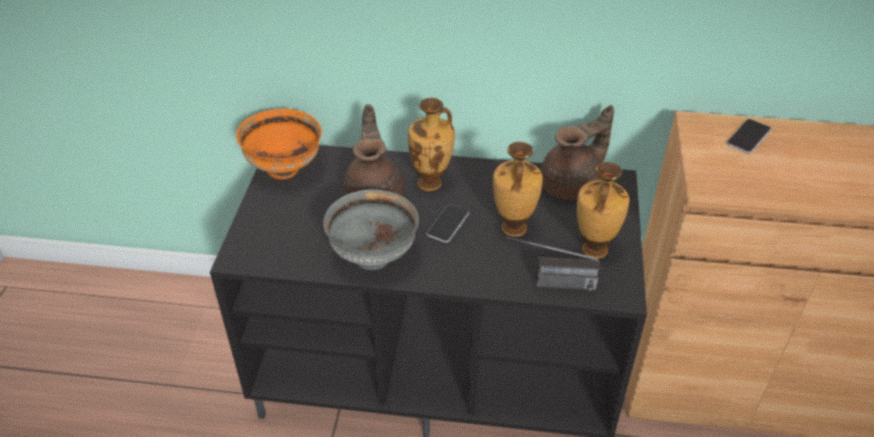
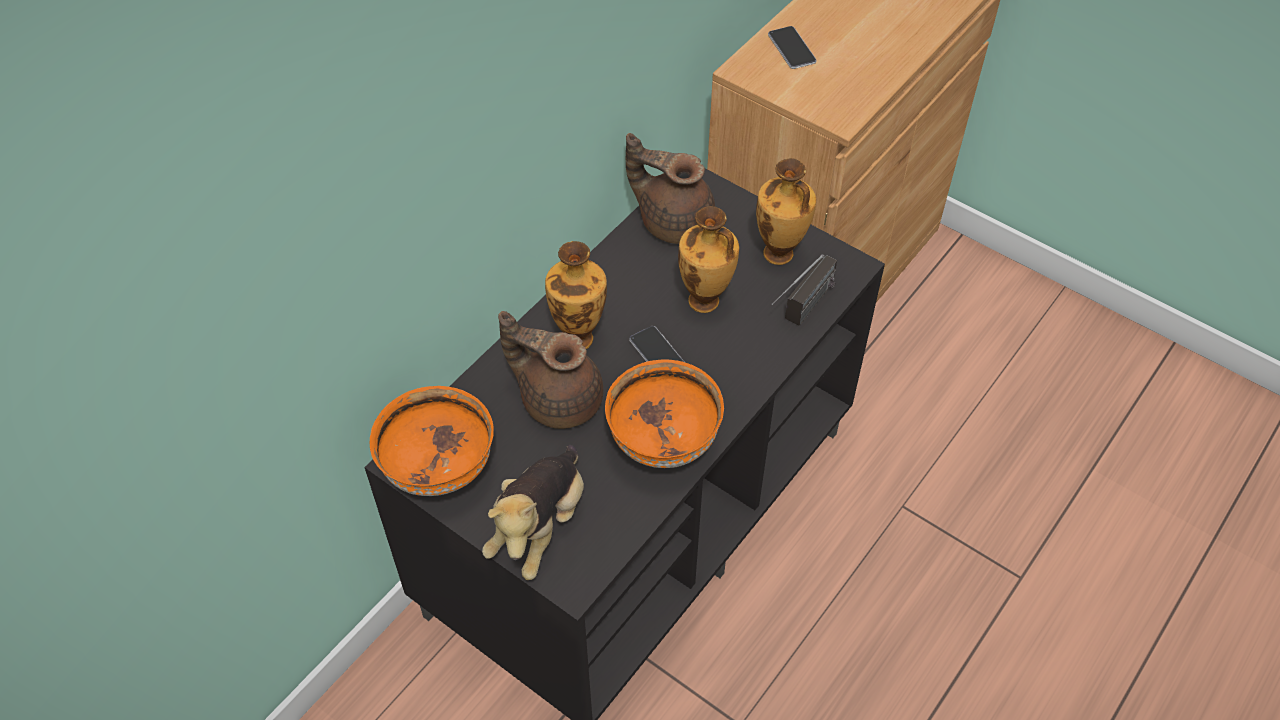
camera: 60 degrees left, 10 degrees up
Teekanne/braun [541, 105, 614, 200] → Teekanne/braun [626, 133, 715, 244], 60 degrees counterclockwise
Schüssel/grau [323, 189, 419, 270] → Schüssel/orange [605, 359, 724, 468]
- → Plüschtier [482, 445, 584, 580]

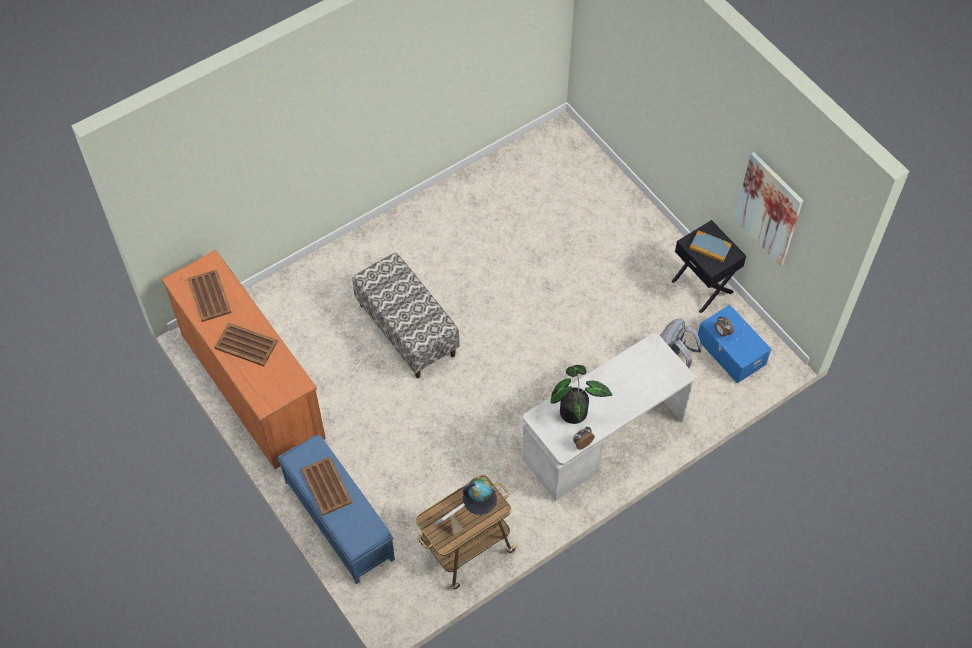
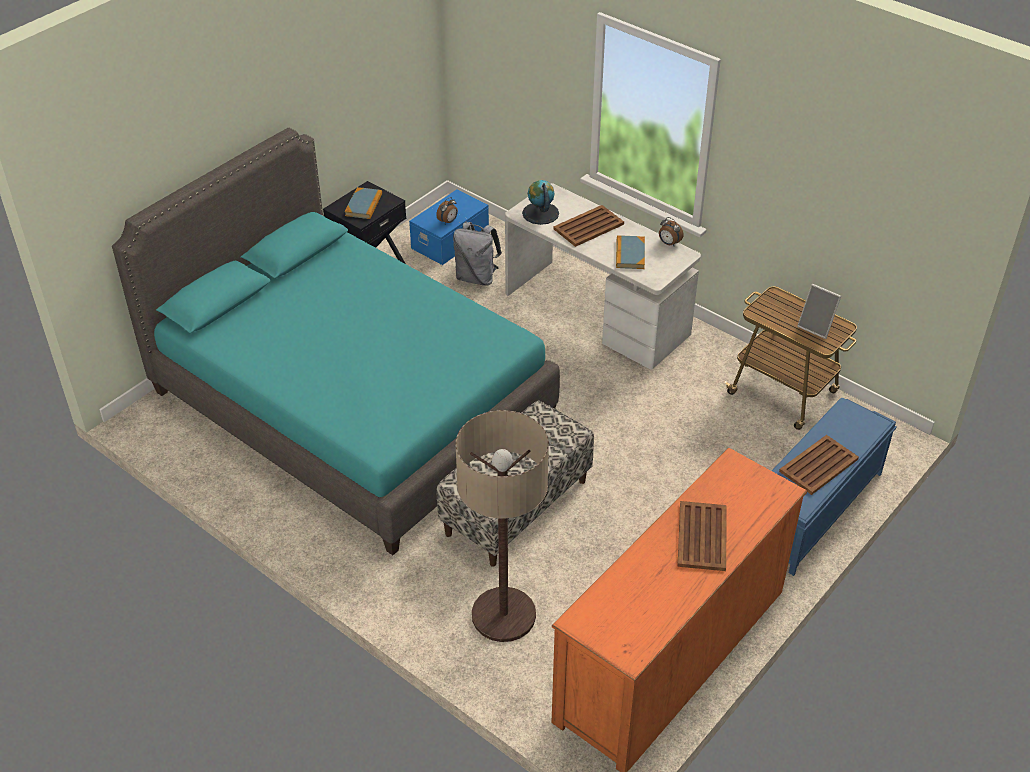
camera: 105 degrees left, 15 degrees down
Bild [734, 152, 803, 266] → -
Tablett/braun [187, 269, 232, 322] → Tablett/braun [553, 205, 624, 247], relocated
Topfpflanze [551, 365, 612, 424] → Buch [616, 235, 645, 269]
Globus [463, 477, 497, 515] → Globus [522, 180, 559, 225], relocated
- → Bett/türkis [112, 128, 560, 555]
- → Stehlampe [456, 410, 549, 642]

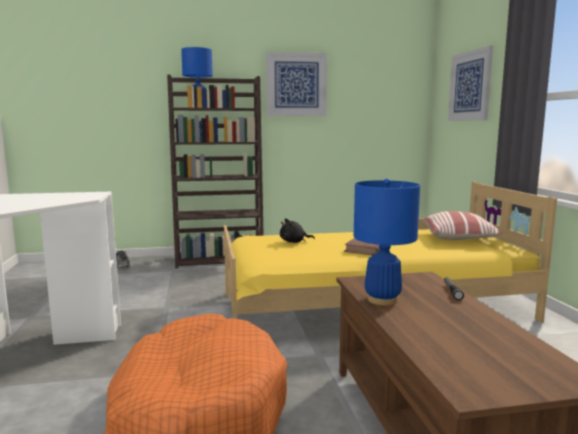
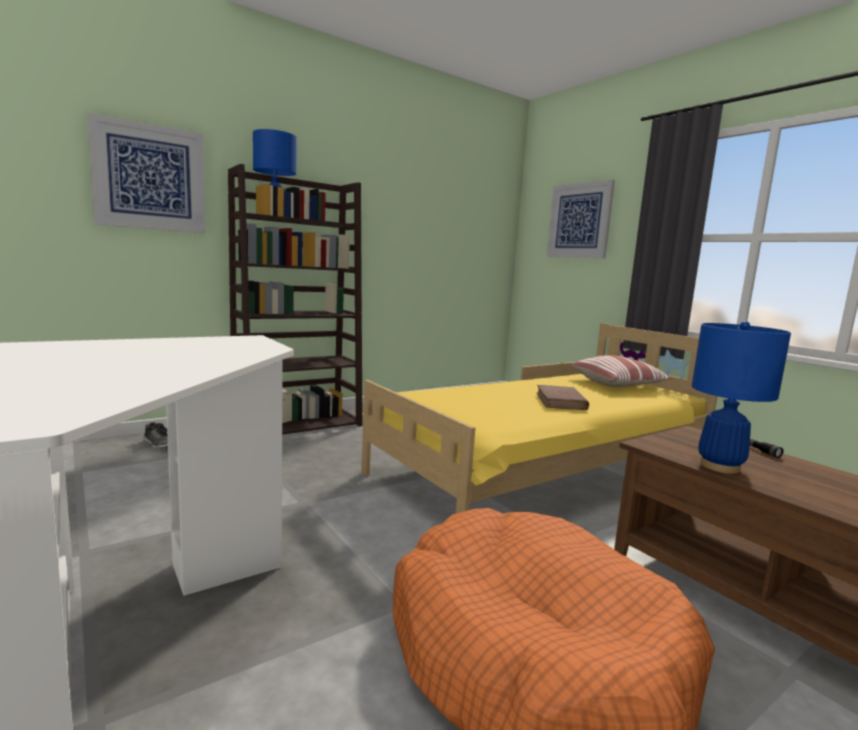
camera: 25 degrees left, 0 degrees up
Bild [266, 51, 327, 116] → Bild [87, 113, 205, 233], relocated
Plüschtier/schwarz [280, 218, 315, 243] → -

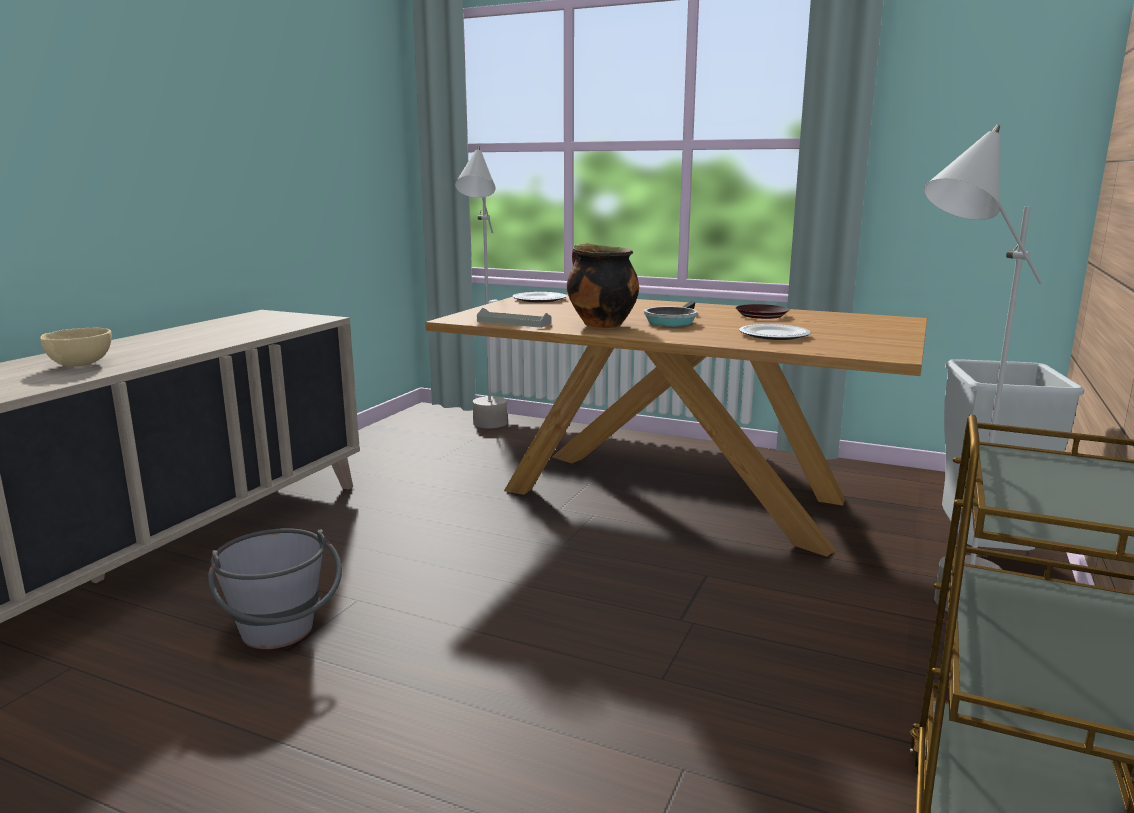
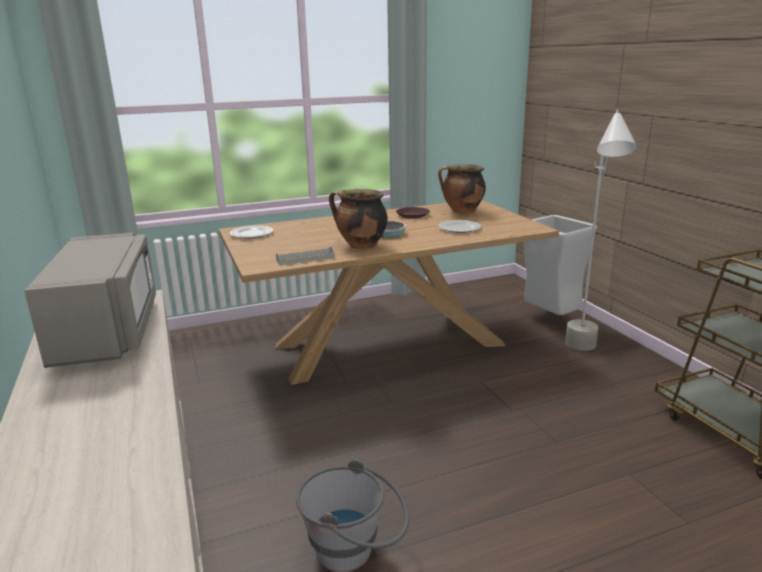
camera: 45 degrees left, 5 degrees up
Stehlampe/grau [455, 146, 507, 428] → -
Schüssel/beige [40, 328, 112, 367] → -
- → Kochtopf [438, 164, 486, 213]
- → Mikrowelle/grau [24, 233, 156, 368]

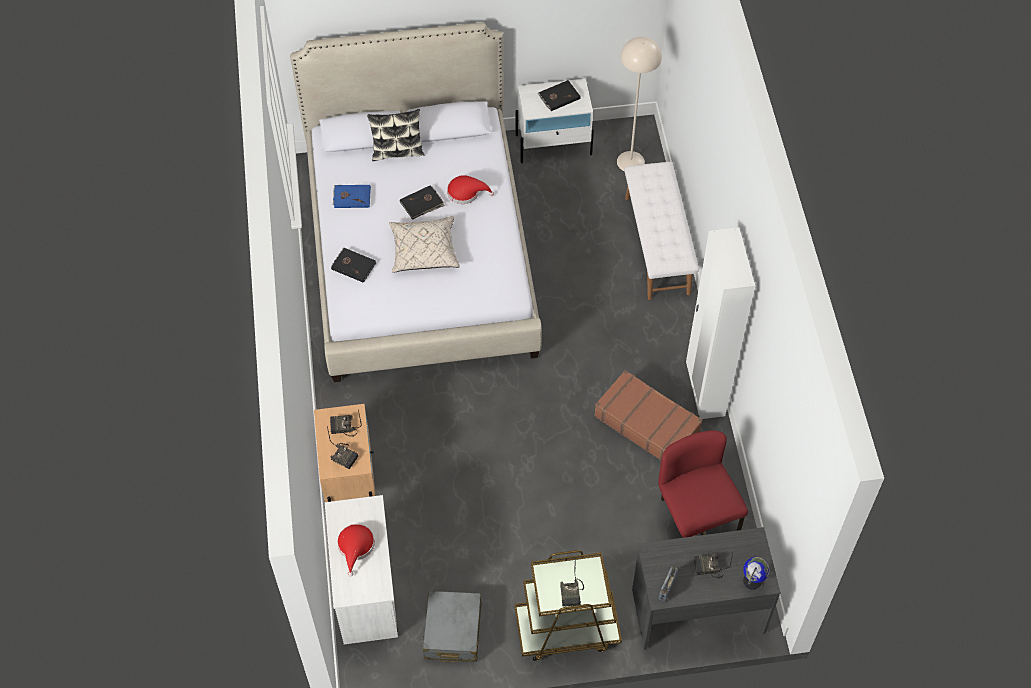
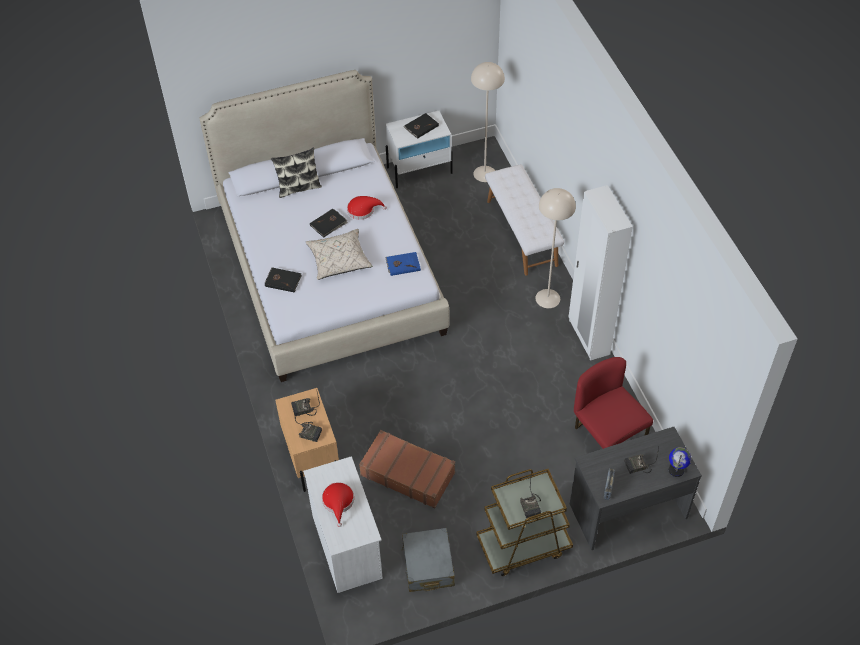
camera: 10 degrees left, 5 degrees down
Buch/blau [333, 185, 371, 208] → Buch/blau [385, 252, 421, 276], relocated
Koffer/braun [594, 370, 703, 461] → Koffer/braun [359, 430, 455, 508], relocated
- → Stehlampe/beige [535, 188, 576, 308]

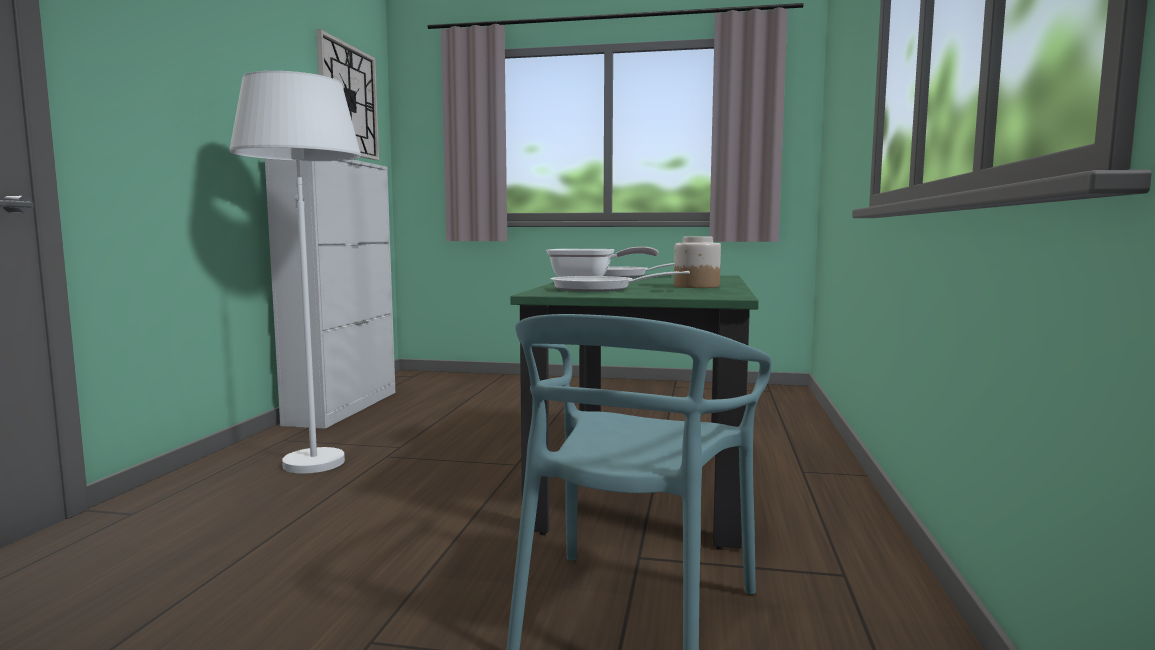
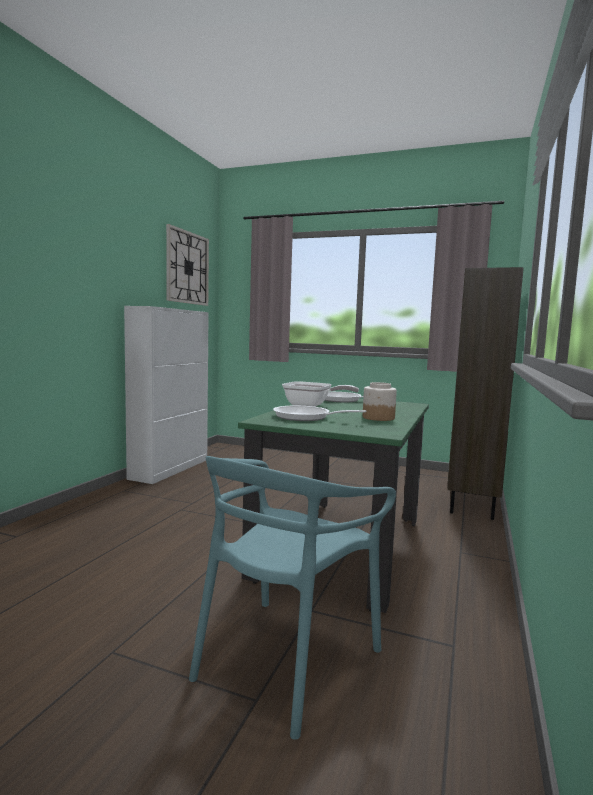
camera: 10 degrees right, 0 degrees up
Stehlampe/weiß [230, 71, 361, 474] → -
- → Bücherregal/braun [447, 267, 524, 520]

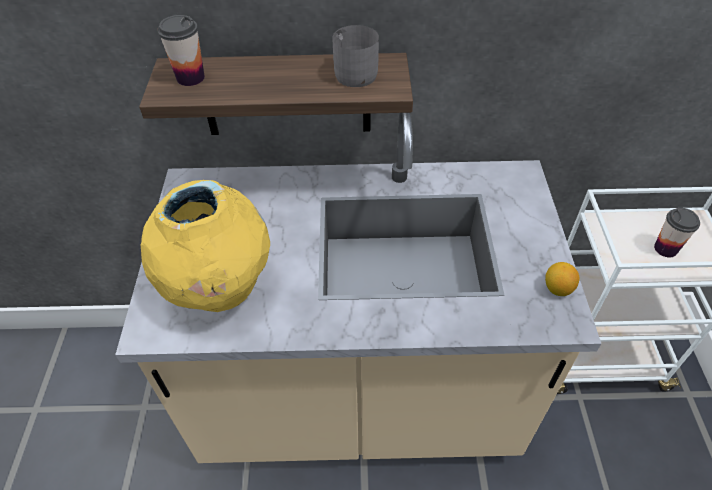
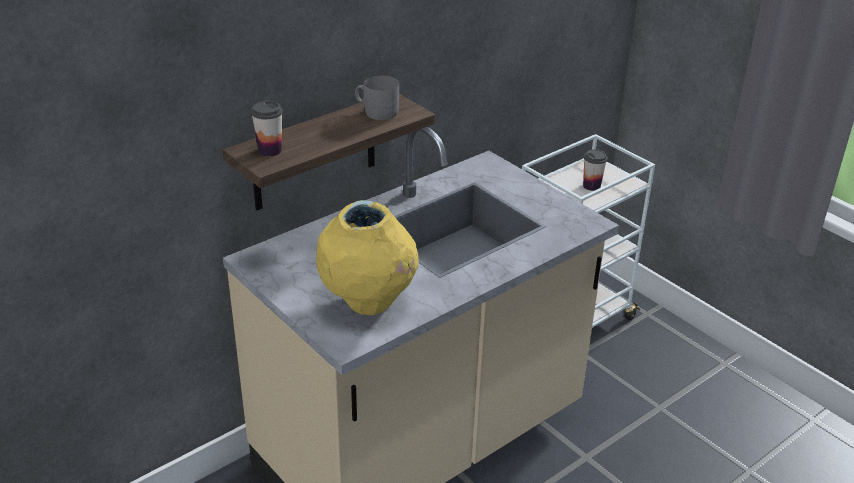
camera: 40 degrees left, 15 degrees down
Zitrone [545, 262, 579, 296] → -

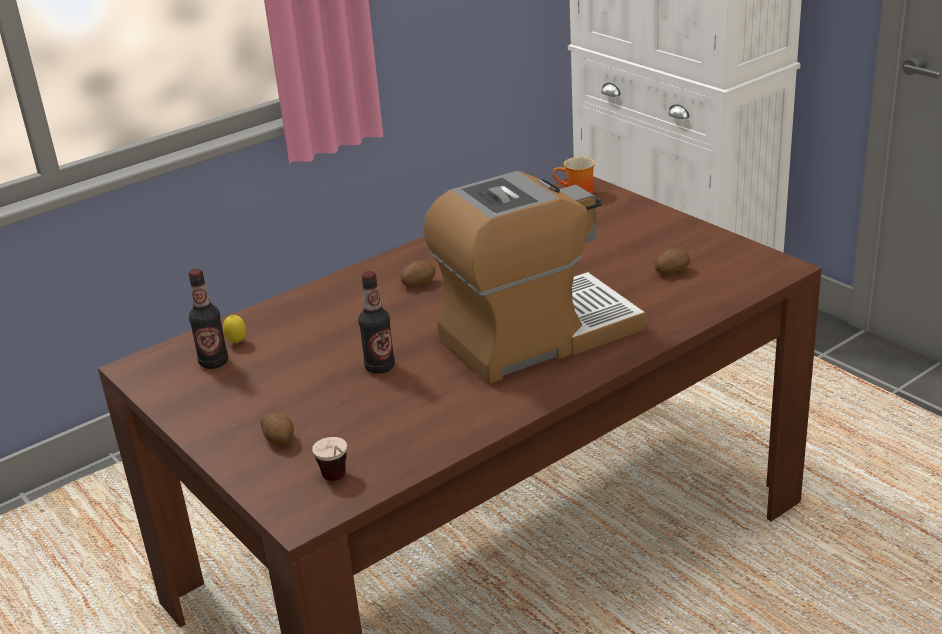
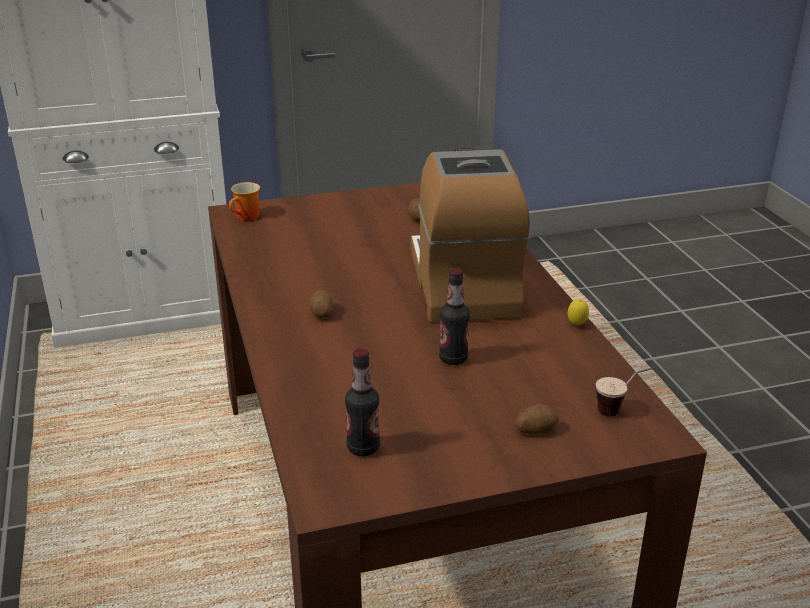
camera: 70 degrees left, 0 degrees up
Zitrone [223, 315, 246, 343] → Zitrone [568, 299, 589, 326], relocated

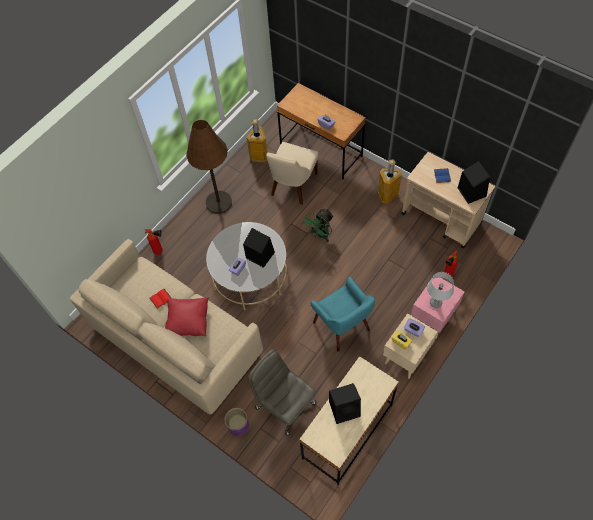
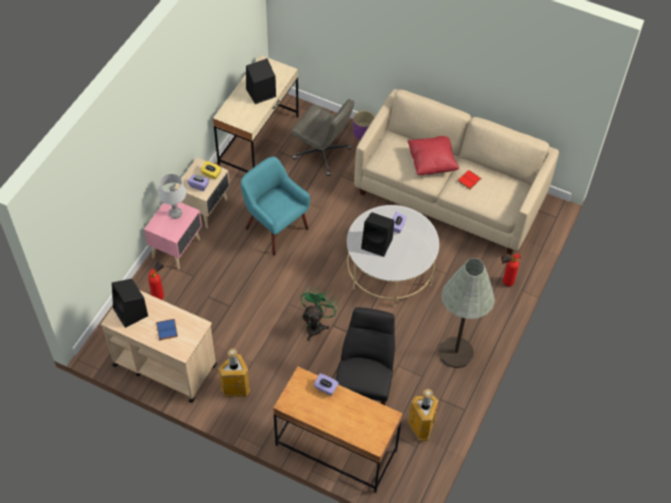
camera: 165 degrees right, 5 degrees down
Stehlampe/braun [186, 120, 232, 214] → Stehlampe/grau [439, 258, 495, 368]
Stuhl/beige [266, 142, 319, 205] → Stuhl/schwarz [335, 307, 395, 405]

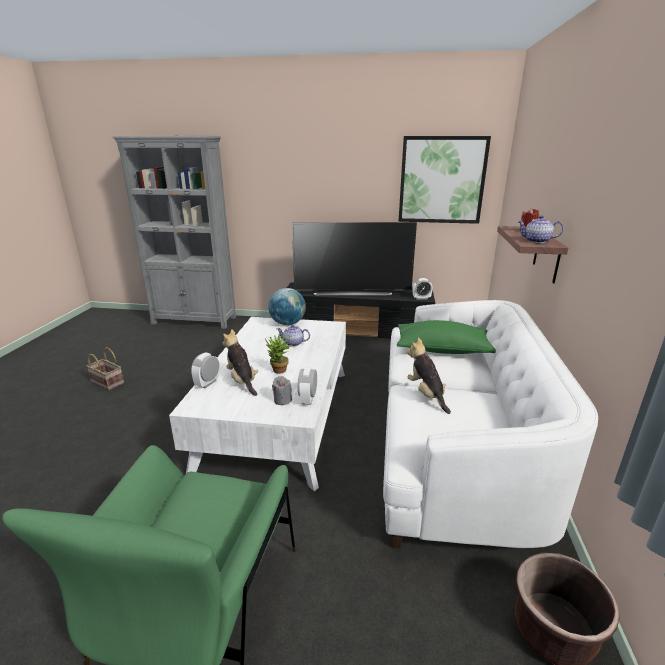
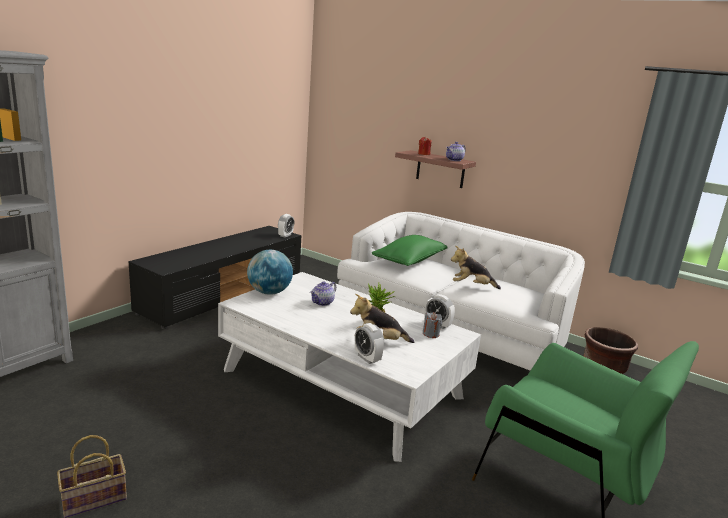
camera: 65 degrees left, 5 degrees down
Bild [399, 136, 491, 224] → -
Fernseher [292, 222, 417, 295] → -

